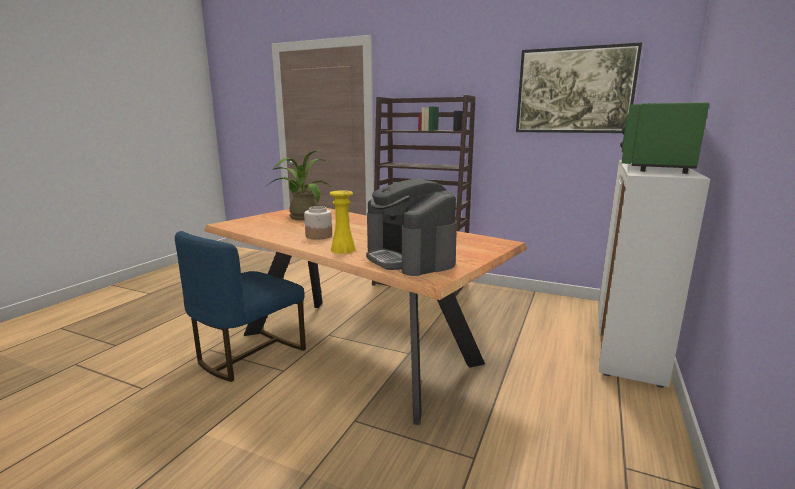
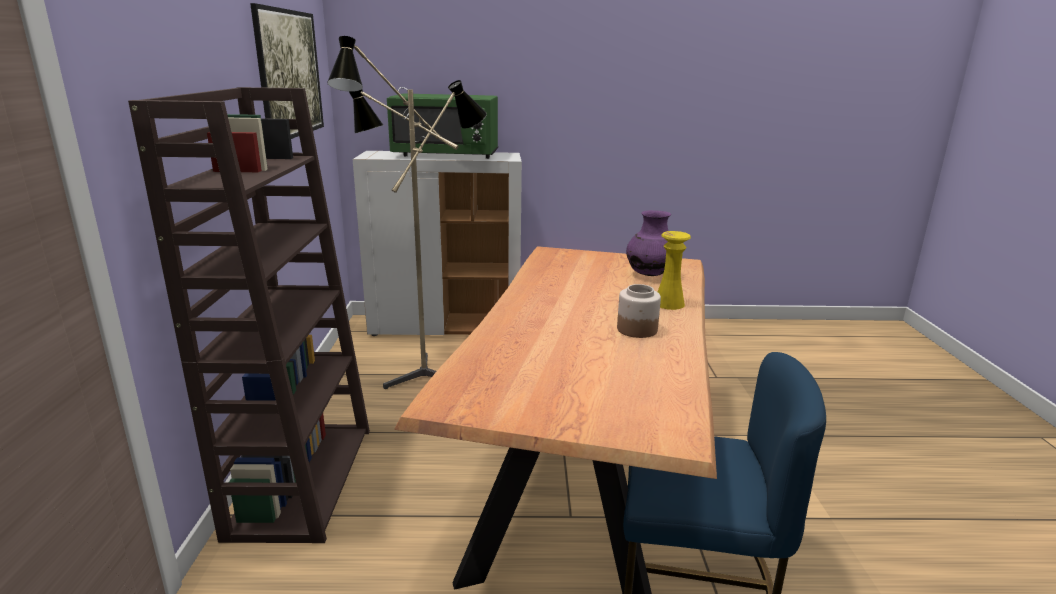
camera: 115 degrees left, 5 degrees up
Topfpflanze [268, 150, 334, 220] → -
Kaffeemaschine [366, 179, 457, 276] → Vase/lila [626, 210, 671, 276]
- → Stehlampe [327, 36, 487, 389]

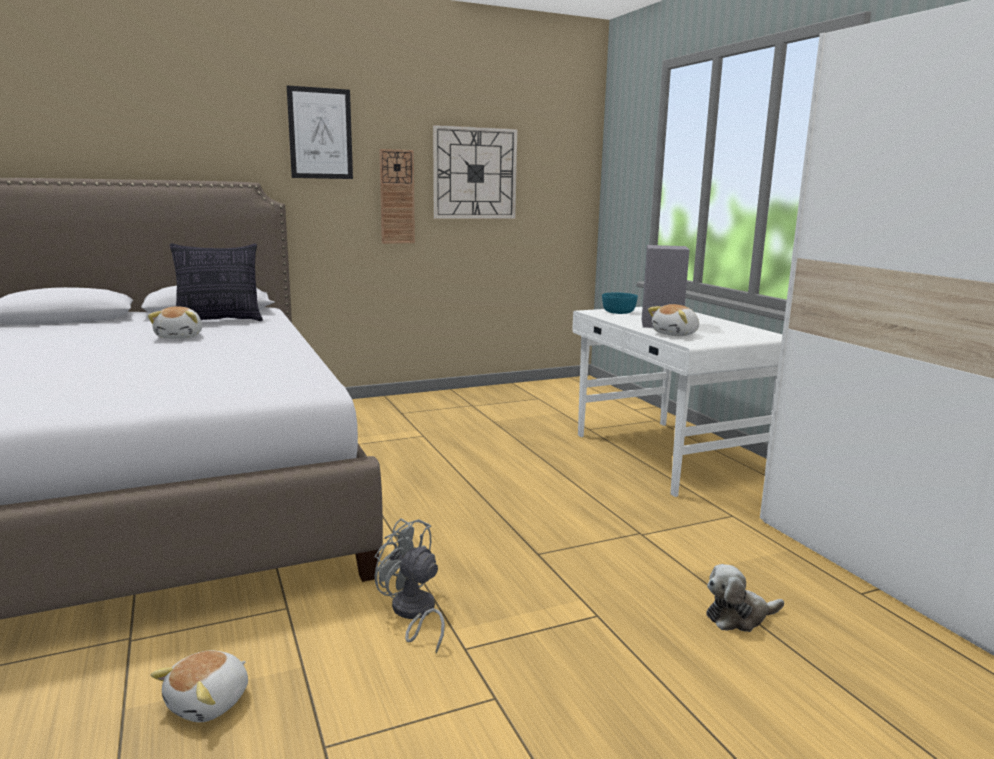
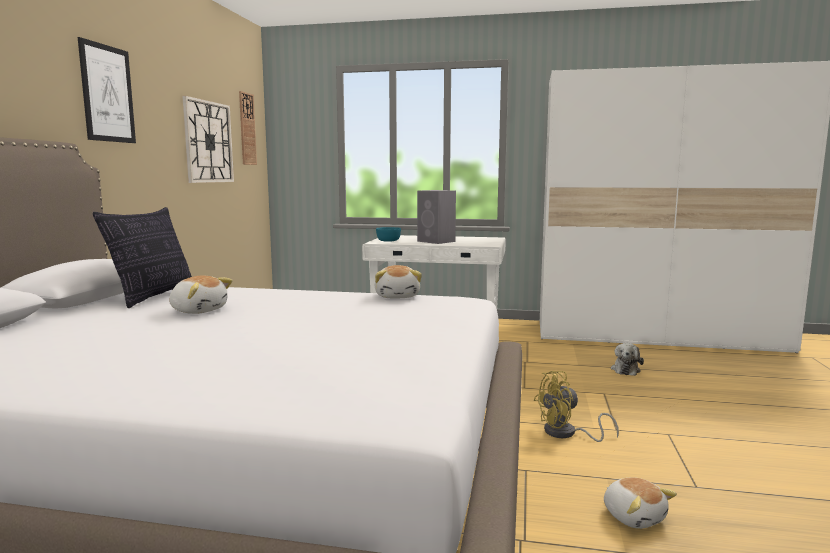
camera: 55 degrees left, 5 degrees down
Wanduhr [379, 149, 415, 244] → Wanduhr [239, 91, 257, 165], relocated
Plüschtier [648, 304, 699, 336] → Plüschtier [375, 265, 422, 298], relocated
Ventilator/grau [375, 518, 445, 653] → Ventilator/gelb [533, 371, 619, 442]

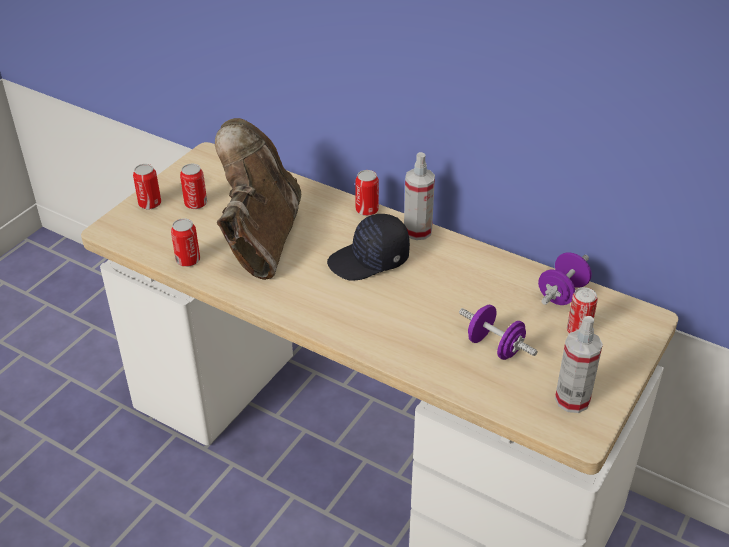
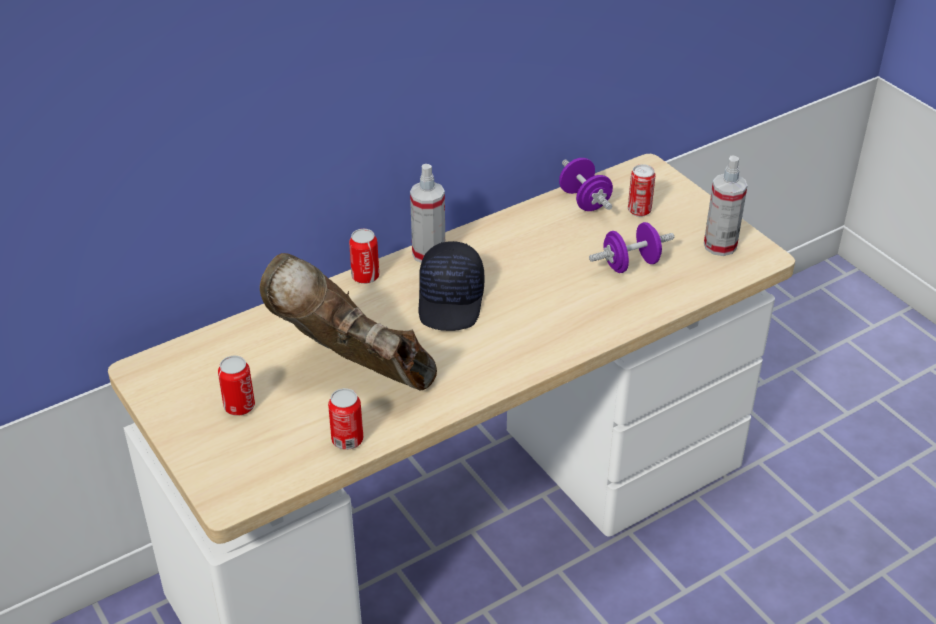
camera: 65 degrees left, 0 degrees up
Dose [133, 164, 161, 209] → -

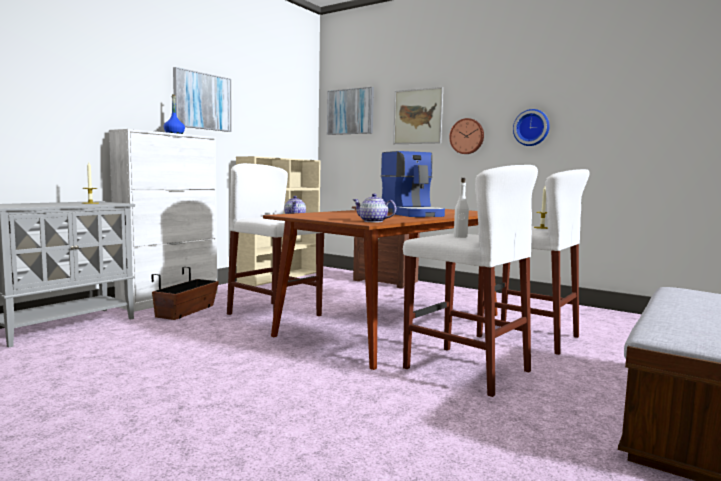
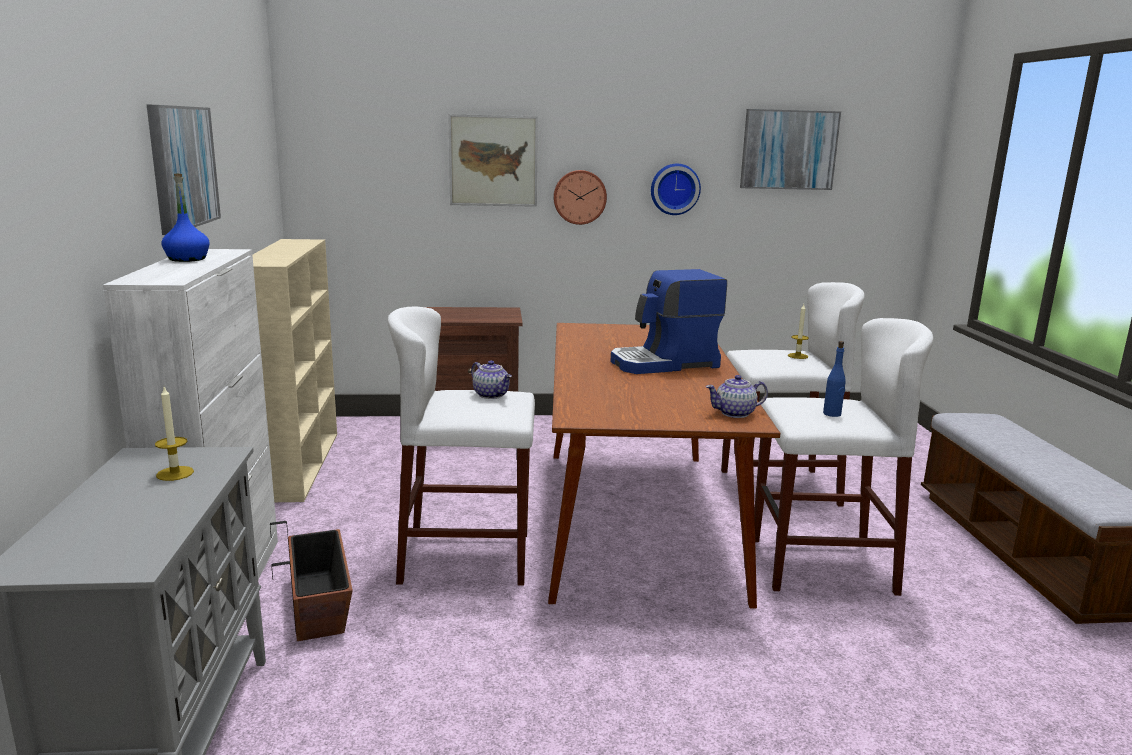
camera: 40 degrees left, 10 degrees up
Bild [327, 87, 374, 135] → Bild [740, 109, 841, 190], relocated
Kaffeemaschine [381, 151, 445, 217] → Kaffeemaschine [610, 269, 727, 374], 135 degrees clockwise
Flasche/weiß [454, 178, 469, 238] → Flasche/blau [823, 341, 846, 417]

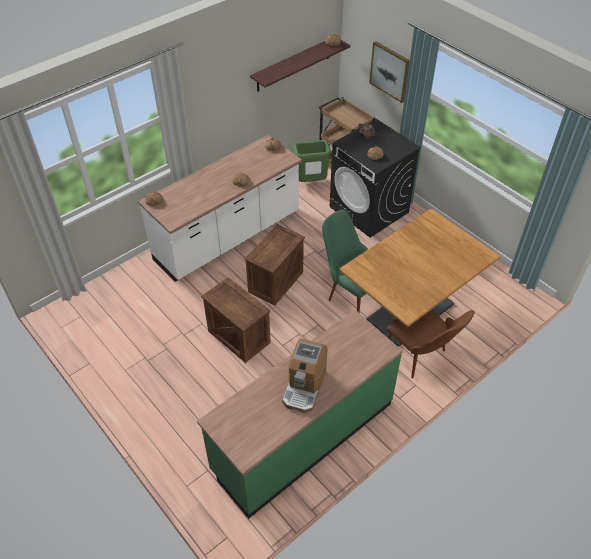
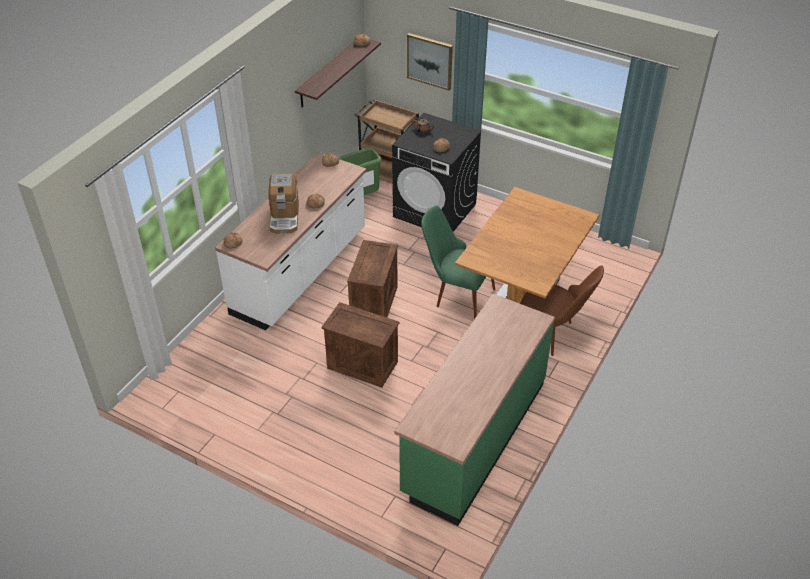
camera: 20 degrees left, 5 degrees down
Kaffeemaschine [282, 339, 328, 413] → Kaffeemaschine [268, 173, 299, 234], relocated

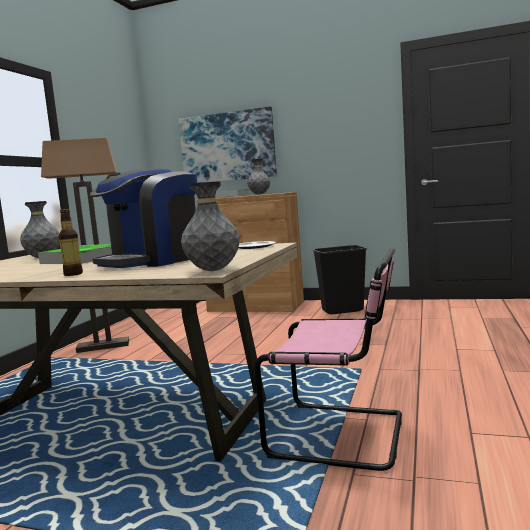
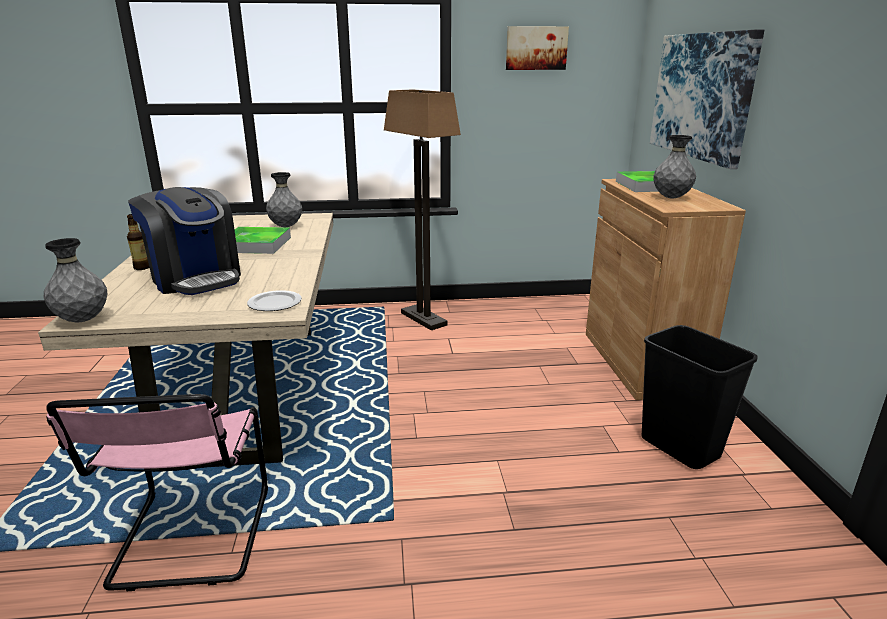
camera: 65 degrees right, 15 degrees up
Kaffeemaschine [90, 168, 197, 268] → Kaffeemaschine [128, 187, 241, 295], 150 degrees counterclockwise
- → Bild [506, 26, 569, 70]

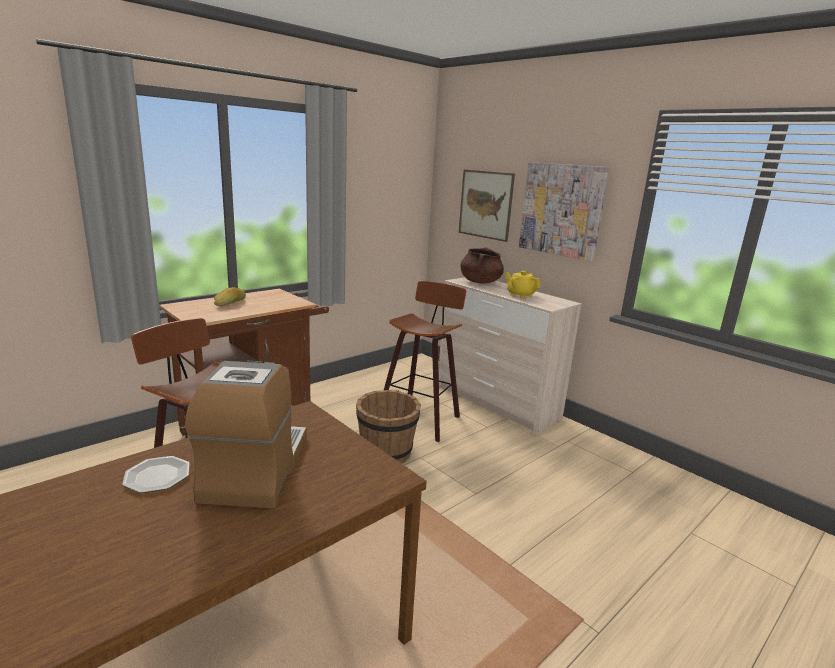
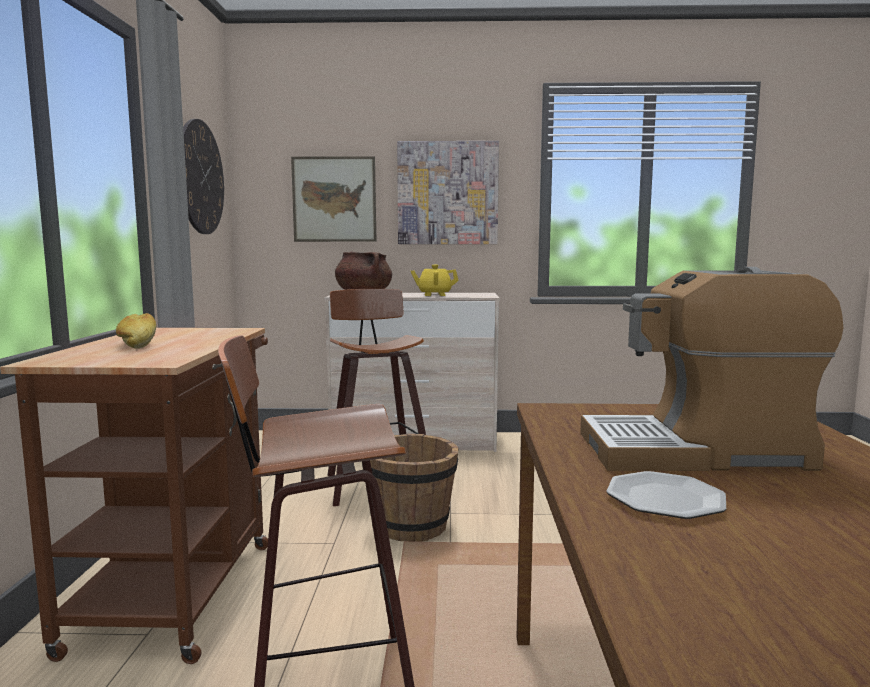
camera: 45 degrees left, 10 degrees down
Kaffeemaschine [185, 360, 307, 509] → Kaffeemaschine [580, 267, 843, 471], 45 degrees counterclockwise
- → Wanduhr [183, 119, 224, 234]

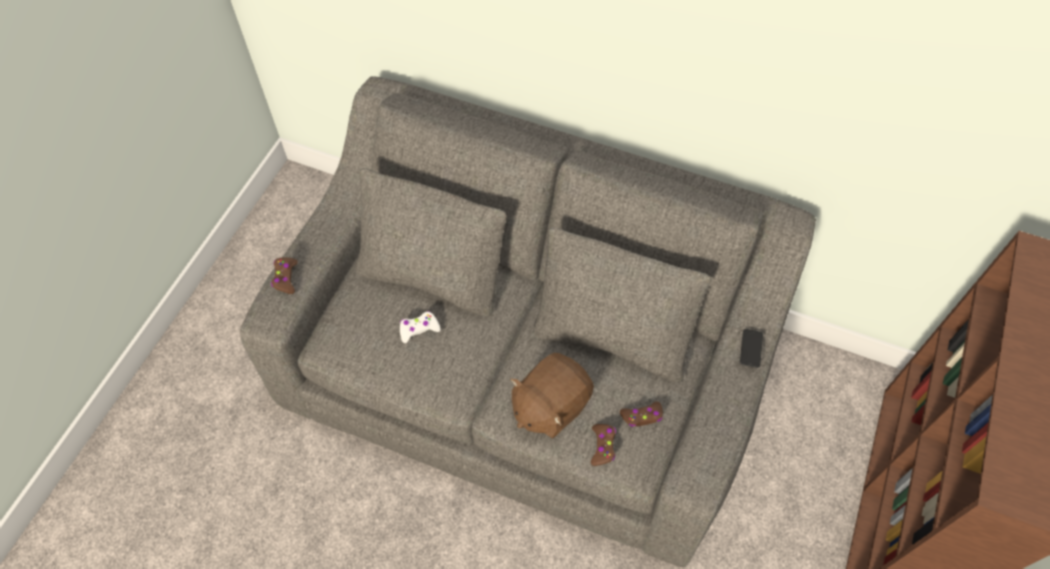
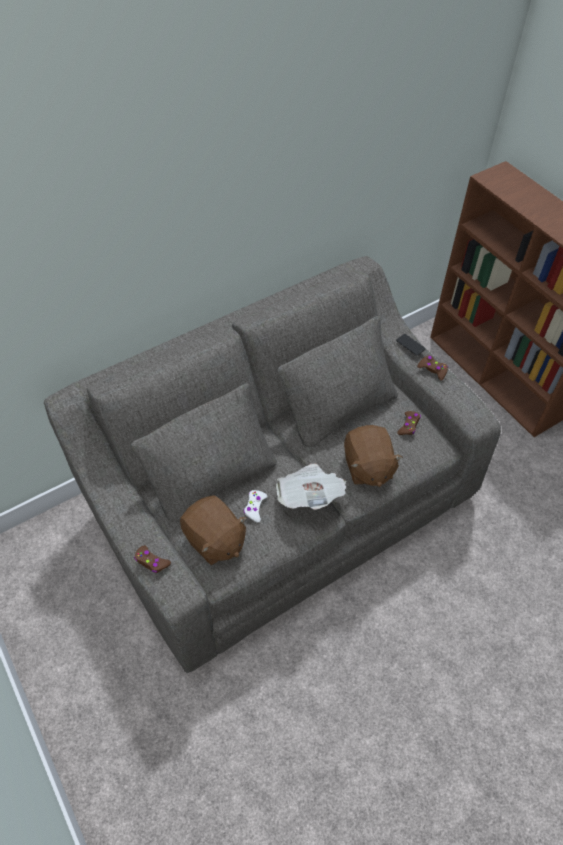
camera: 55 degrees left, 5 degrees down
Gamepad/braun [591, 424, 616, 466] → Gamepad/braun [417, 355, 448, 381], relocated
- → Zeitung [276, 464, 346, 510]
- → Plüschtier/braun [180, 495, 247, 565]

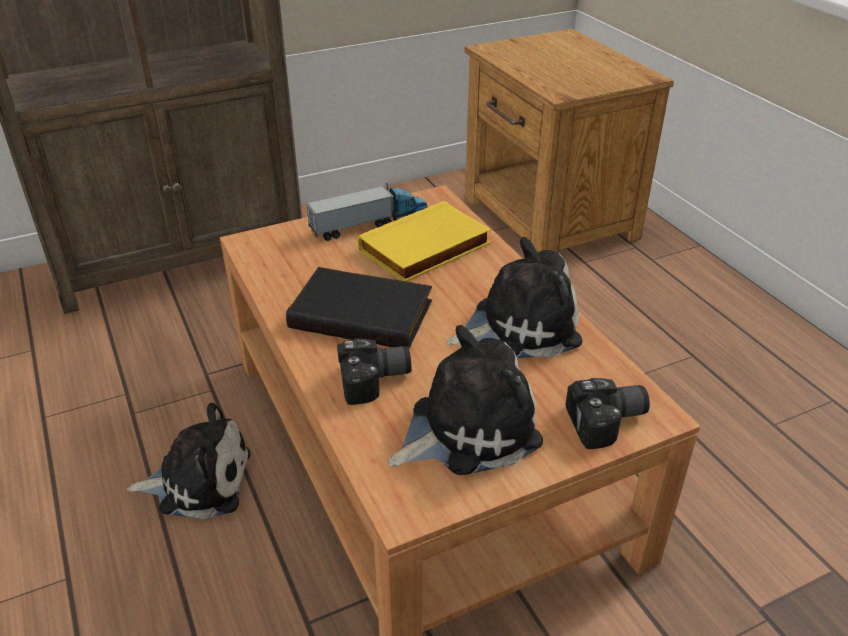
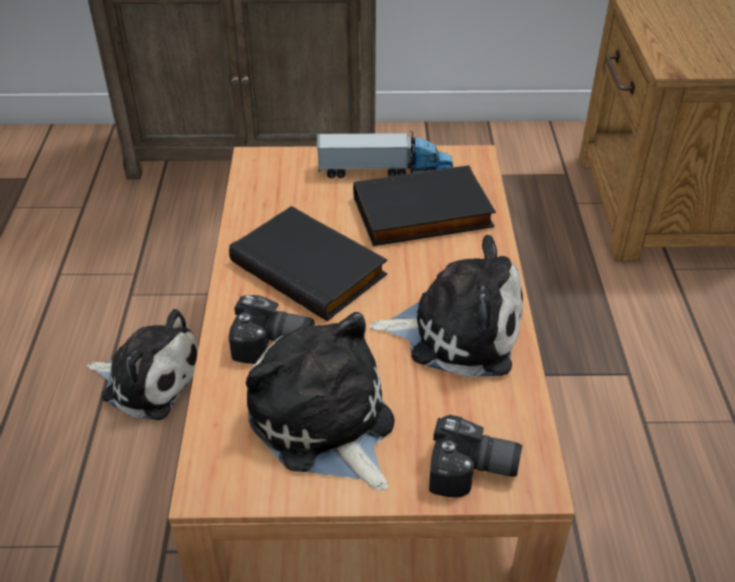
camera: 25 degrees right, 5 degrees up
Buch/gelb [358, 201, 491, 282] → Buch/schwarz [353, 165, 496, 246]
Plüschtier [388, 325, 543, 475] → Plüschtier [246, 312, 395, 490], 120 degrees counterclockwise

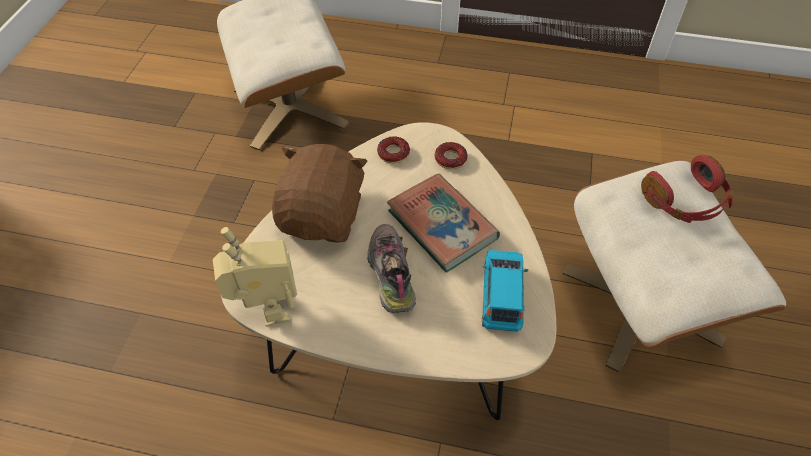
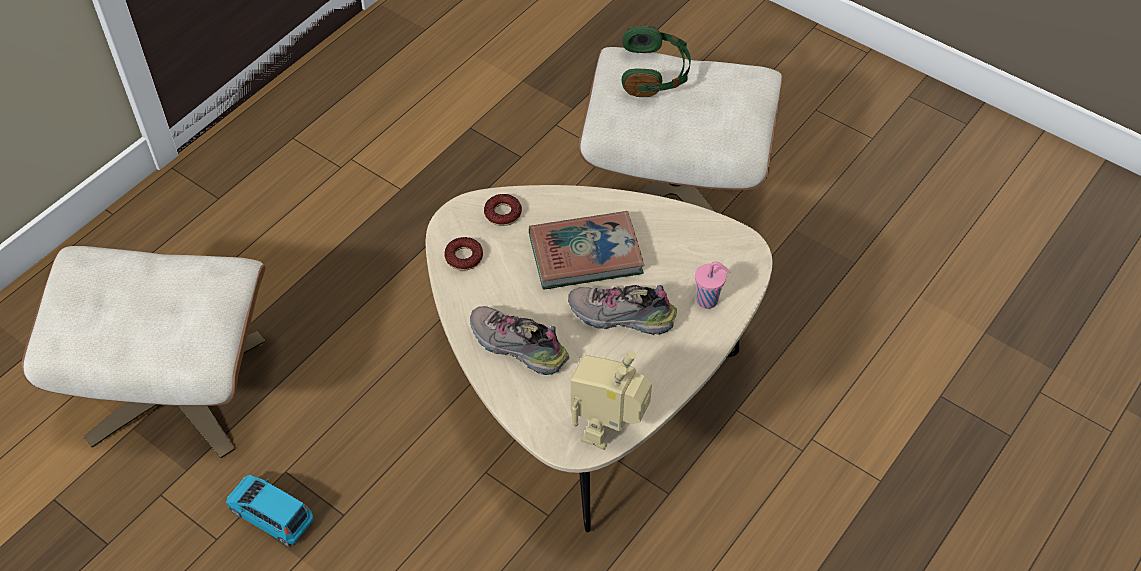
camera: 65 degrees left, 0 degrees up
Plüschtier/braun [272, 144, 368, 243] → Schuh [470, 306, 569, 375]
Kopfhörer/rot [641, 155, 733, 223] → Kopfhörer/grün [622, 24, 691, 97]
Spielzeugroboter [213, 227, 297, 327] → Spielzeugroboter [570, 351, 652, 450], 75 degrees counterclockwise
Spielzeugauto/blau [482, 250, 528, 332] → Spielzeugauto/blau [225, 475, 313, 547], relocated
- → Tasse/rosa [695, 262, 730, 309]

